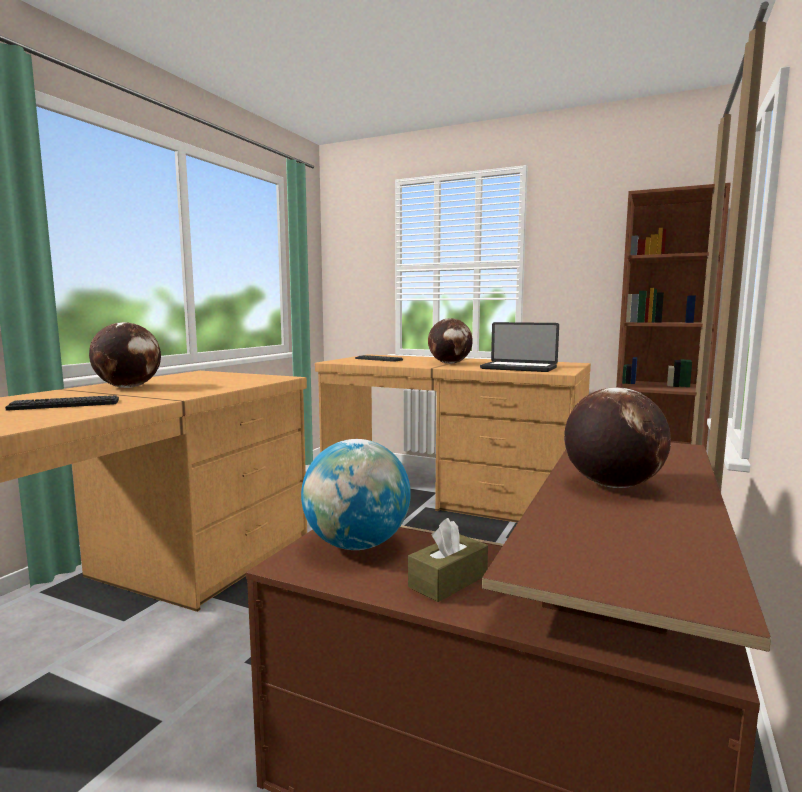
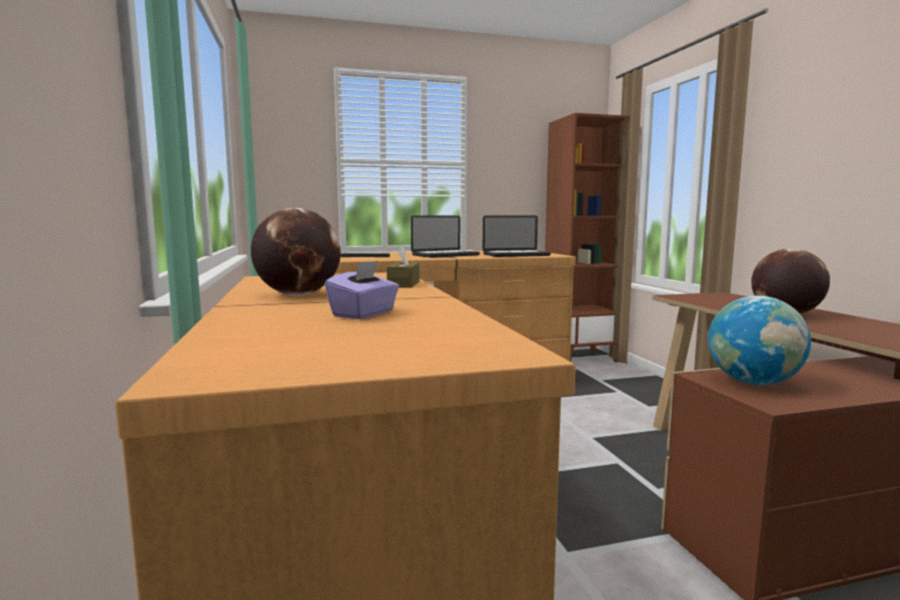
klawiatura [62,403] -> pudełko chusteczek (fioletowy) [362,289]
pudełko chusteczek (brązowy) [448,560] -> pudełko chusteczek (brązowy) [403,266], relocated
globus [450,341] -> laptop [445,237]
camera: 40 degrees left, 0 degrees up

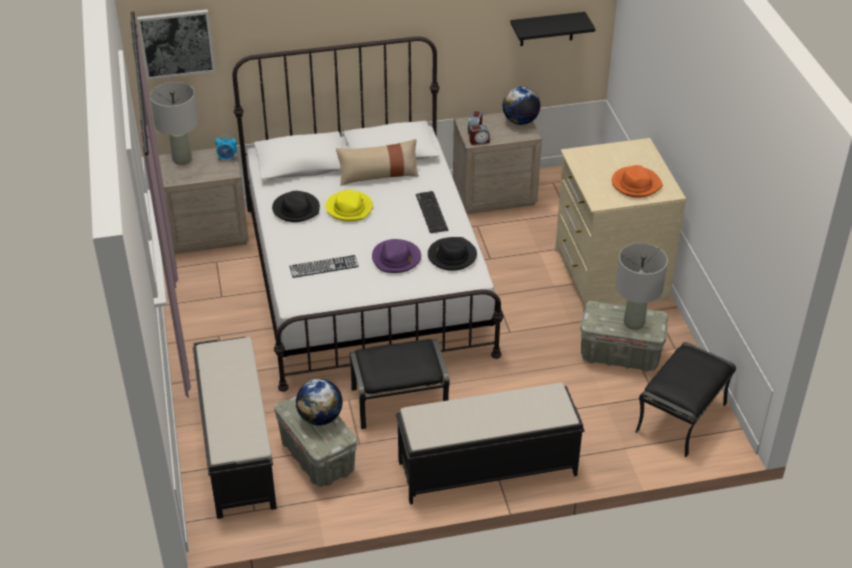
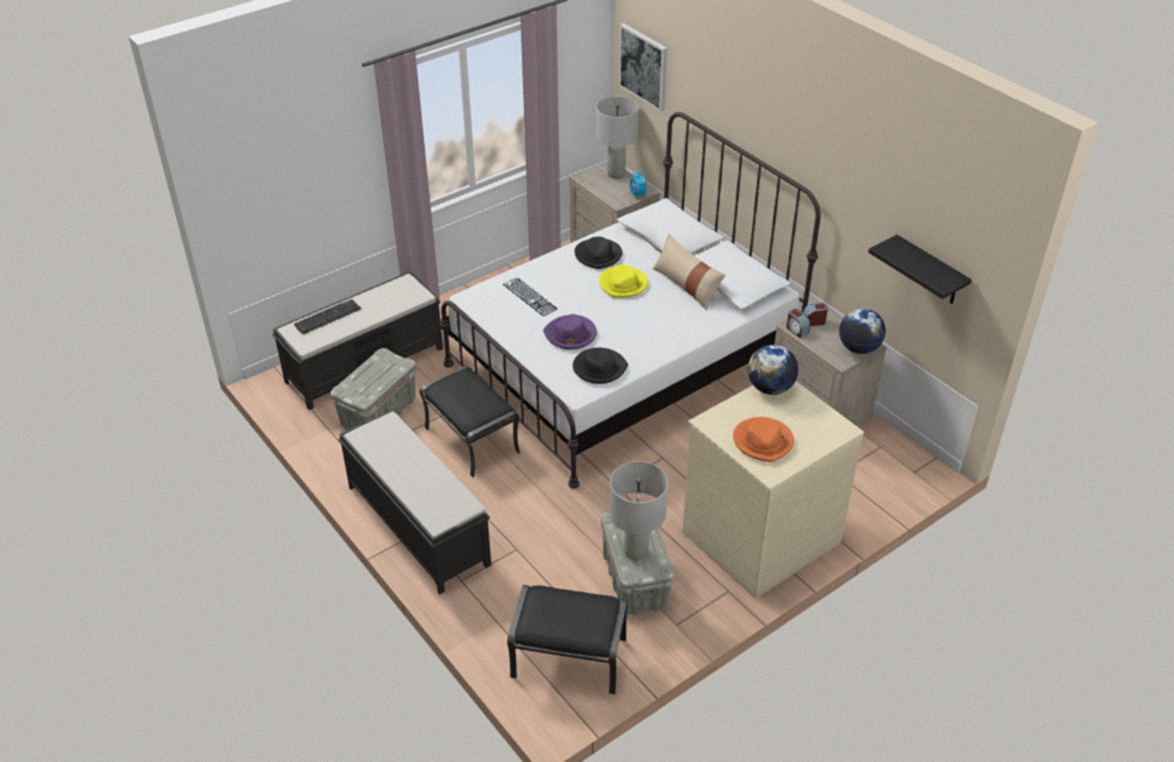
globus [319,402] -> globus [773,370], relocated
klawiatura [432,212] -> klawiatura [327,316], relocated
camera: 65 degrees right, 0 degrees up

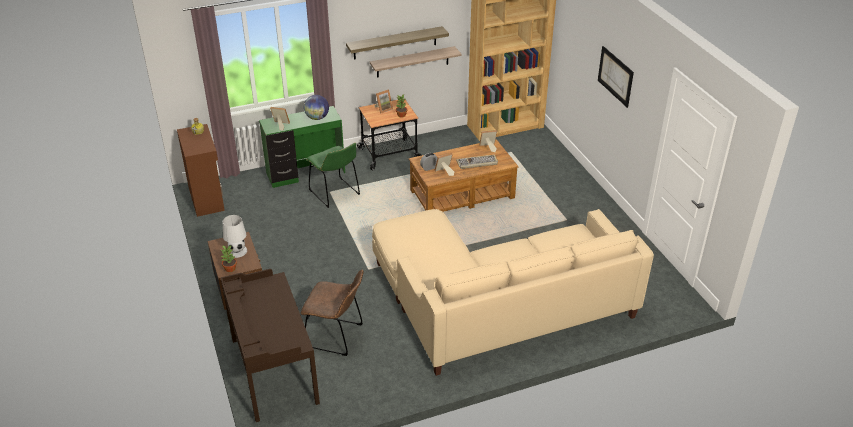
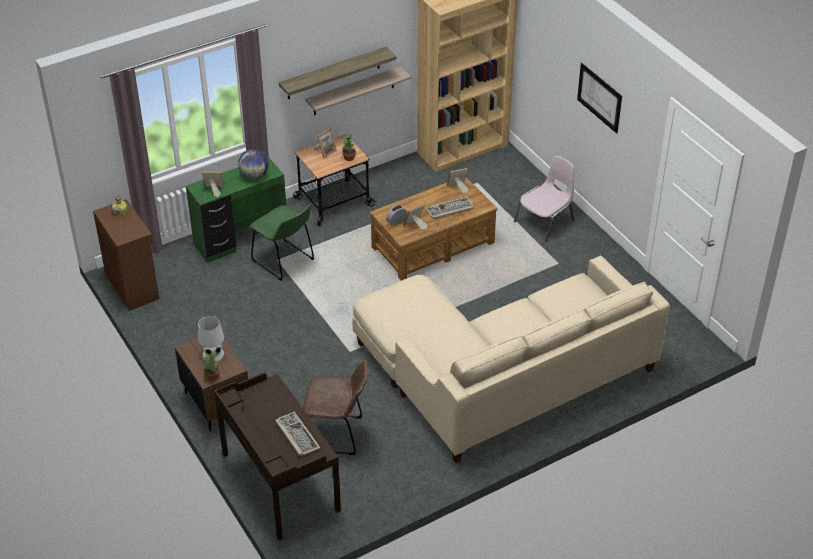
none -> klawiatura [297,434]
none -> krzesło (różowy) [544,199]
camera: 10 degrees left, 5 degrees up

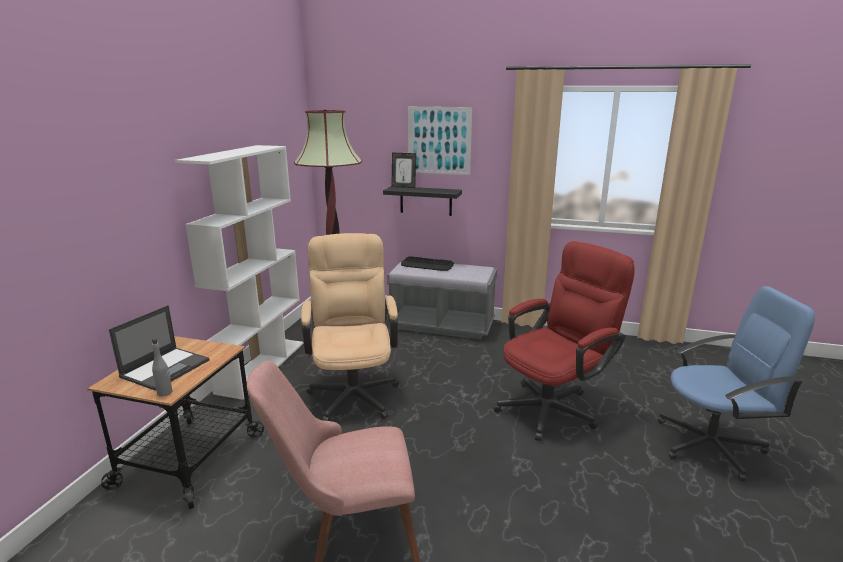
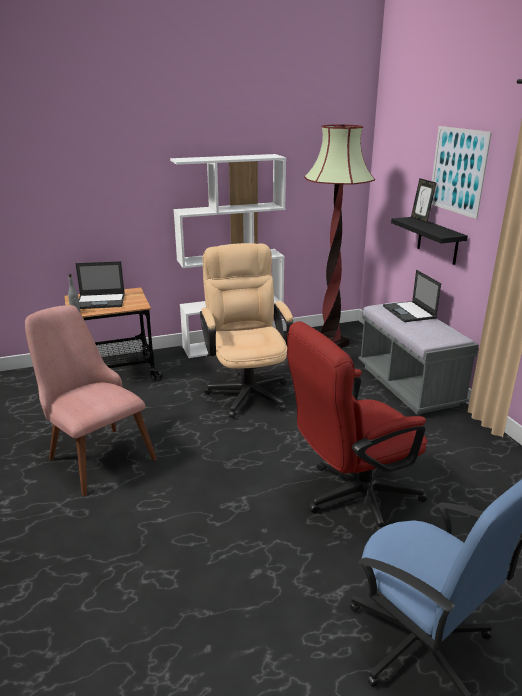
krzesło biurowe (beżowy) [350,327] -> krzesło biurowe (beżowy) [246,330], 60 degrees counterclockwise
klawiatura [427,263] -> laptop [412,296]
krzesło biurowe (czerwony) [564,341] -> krzesło biurowe (czerwony) [357,426], 135 degrees clockwise
camera: 55 degrees right, 5 degrees up

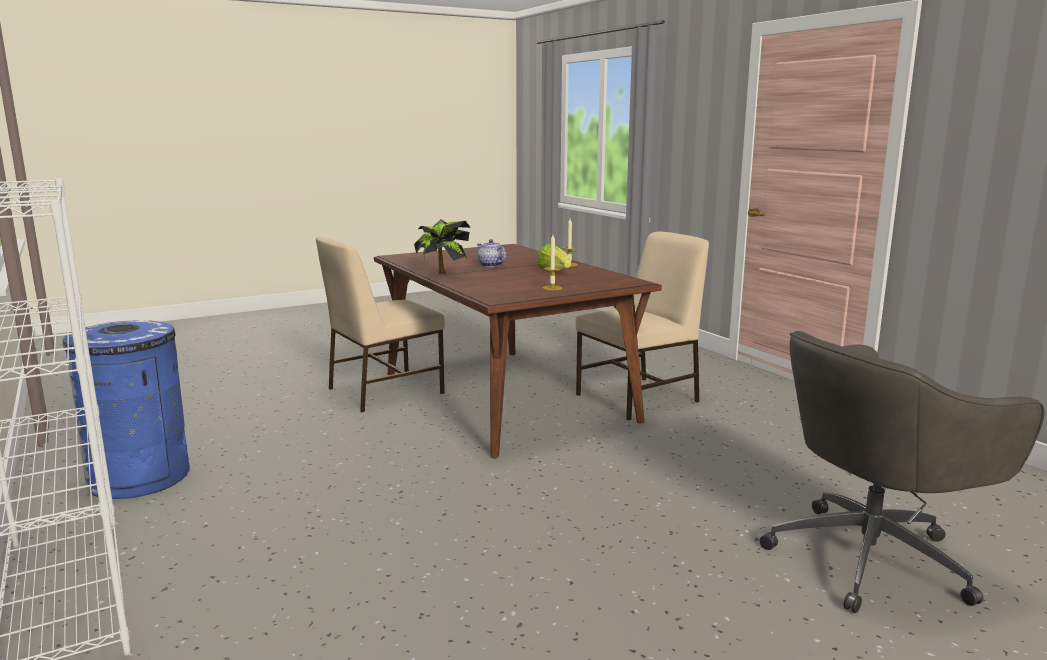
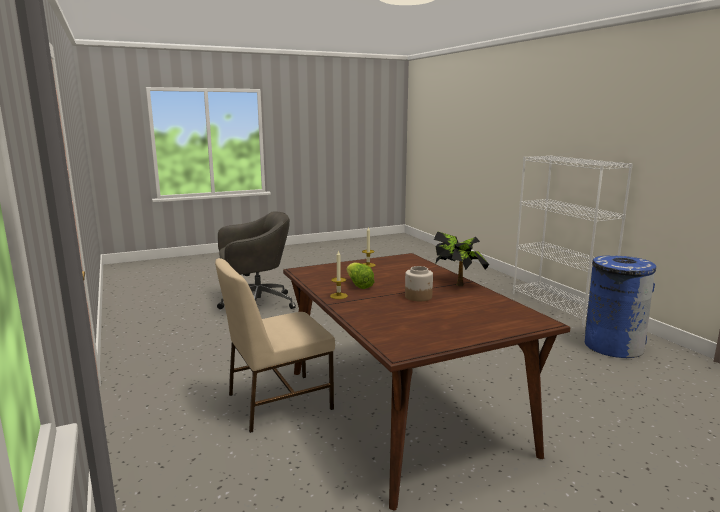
krzesło (beżowy) [380,324] -> none
imbryk [491,253] -> słoik [419,283]
camera: 175 degrees left, 0 degrees up

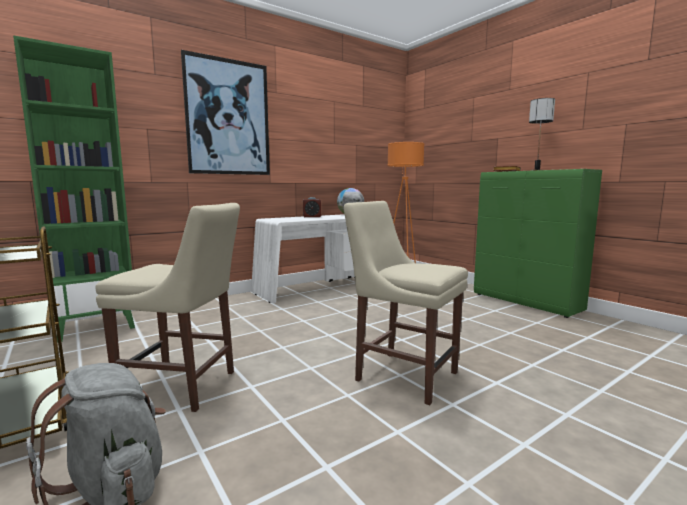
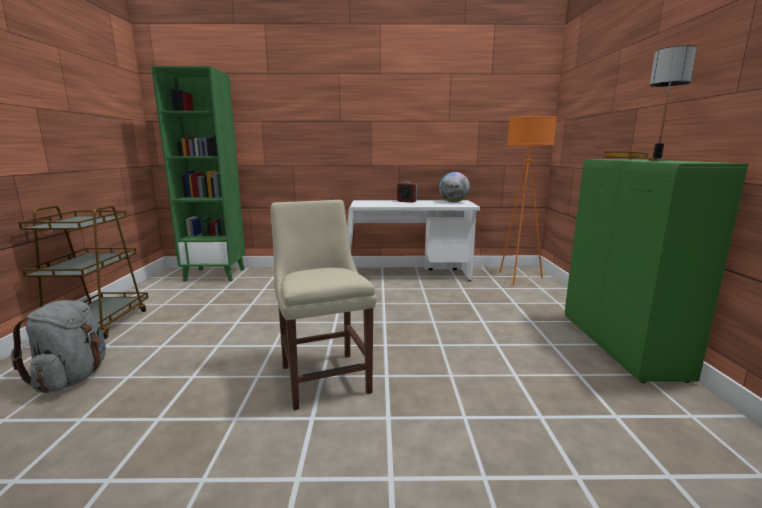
krzesło (beżowy) [168,307] -> none
obraz [225,112] -> none
camera: 35 degrees right, 5 degrees up

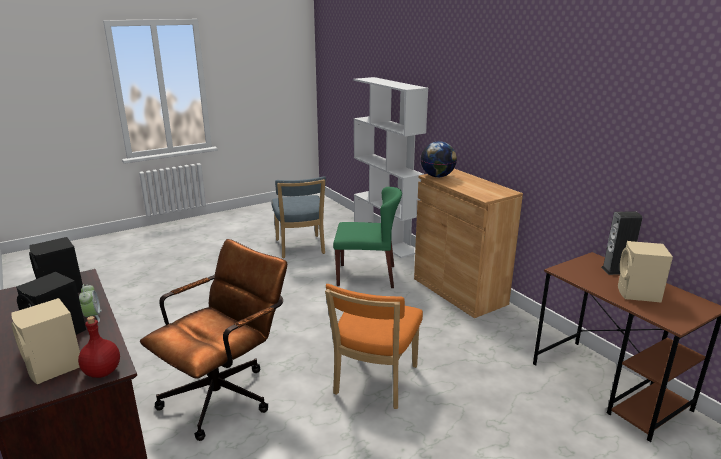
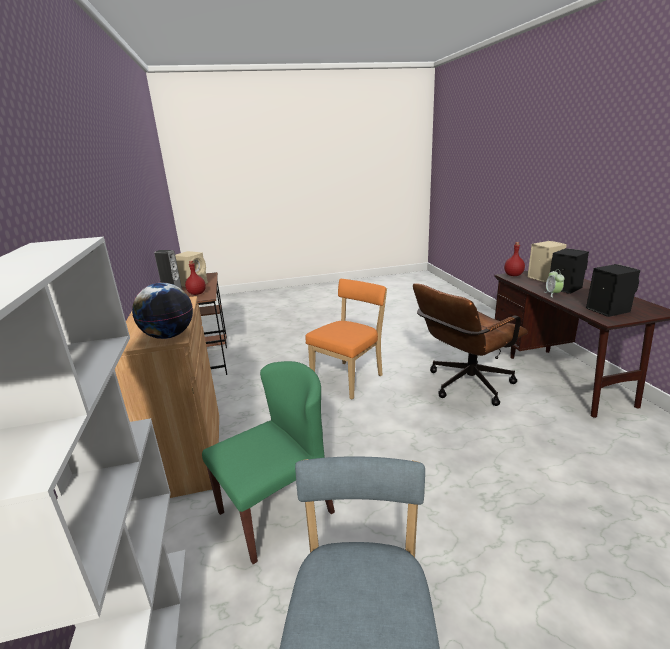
krzesło (zielony) [367,237] -> krzesło (zielony) [268,462], 120 degrees clockwise
none -> butelka (czerwony) [195,278]
camera: 160 degrees left, 0 degrees up

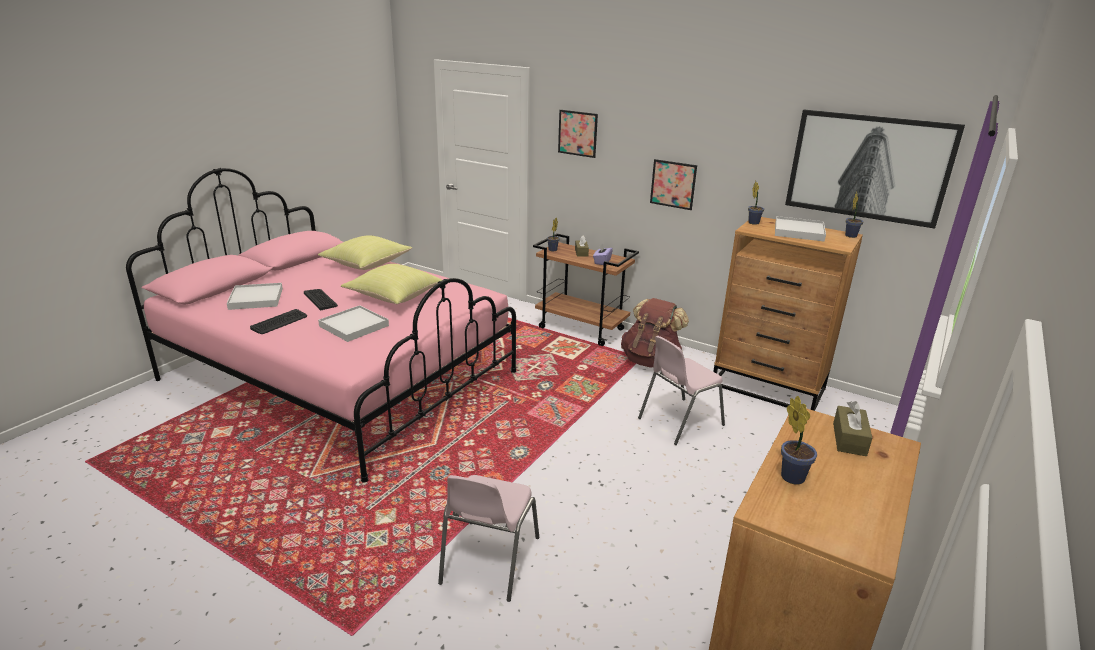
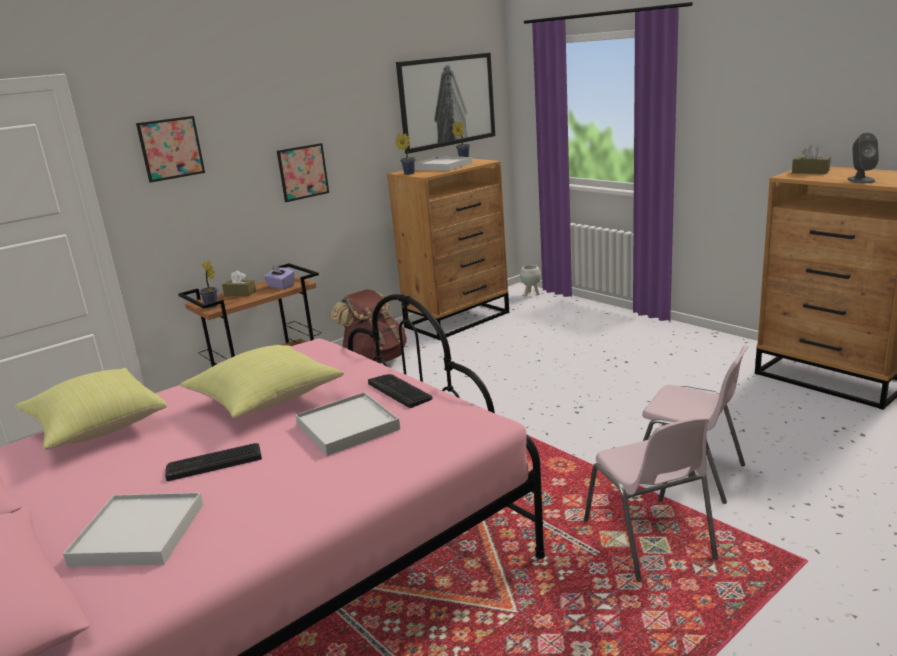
klawiatura [278,321] -> klawiatura [400,391], relocated
krzesło (różowy) [681,390] -> krzesło (różowy) [651,499], relocated
roślina doniczkowa [799,440] -> głośnik (szary) [863,158]
none -> donica (biały) [530,280]
camera: 70 degrees left, 5 degrees down

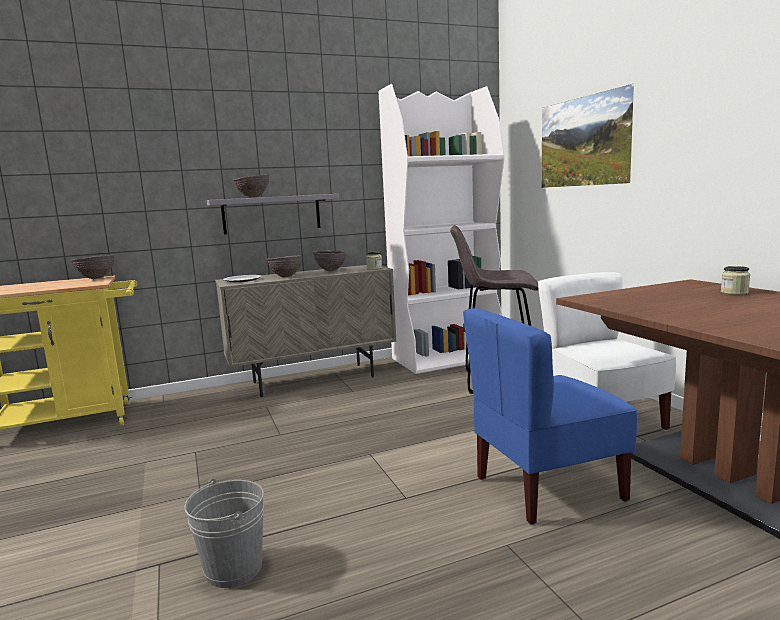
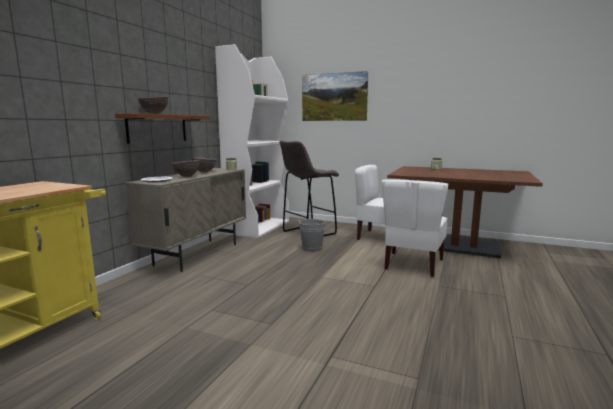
miska (brązowy) [92,267] -> none
wiadro (szary) [224,533] -> wiadro (szary) [312,235], relocated
półka (szary) [273,214] -> półka (brązowy) [162,128]
krzesło (niebieski) [550,416] -> krzesło (biały) [415,228]
camera: 45 degrees left, 0 degrees up

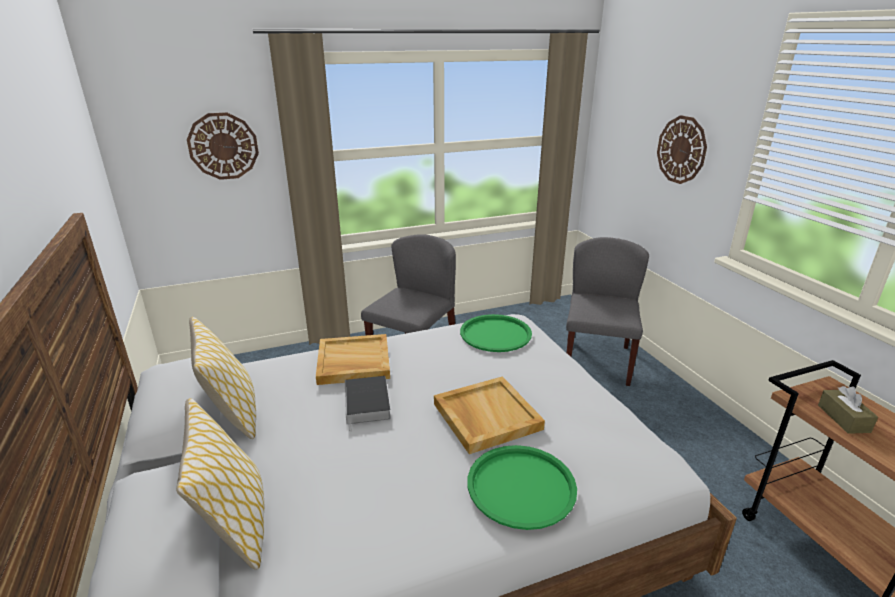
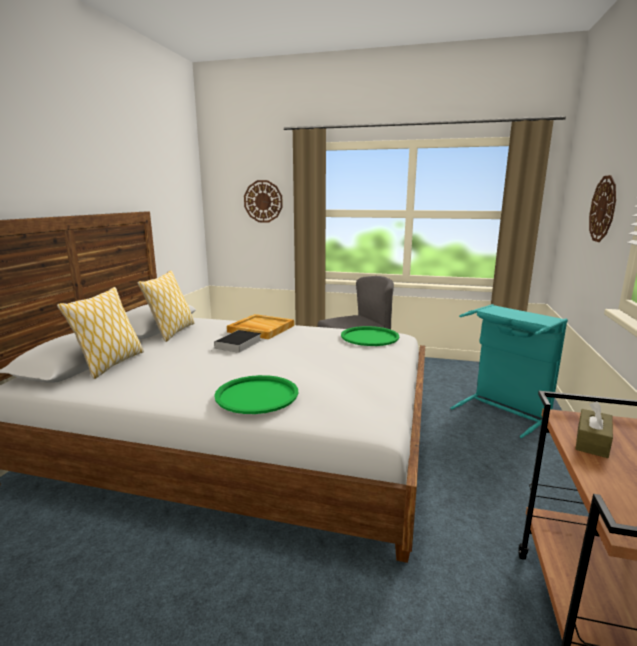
taca (beżowy) [489,415] -> none
krzesło (szary) [607,311] -> kosz na pranie (turkusowy) [509,371]
camera: 35 degrees right, 10 degrees down

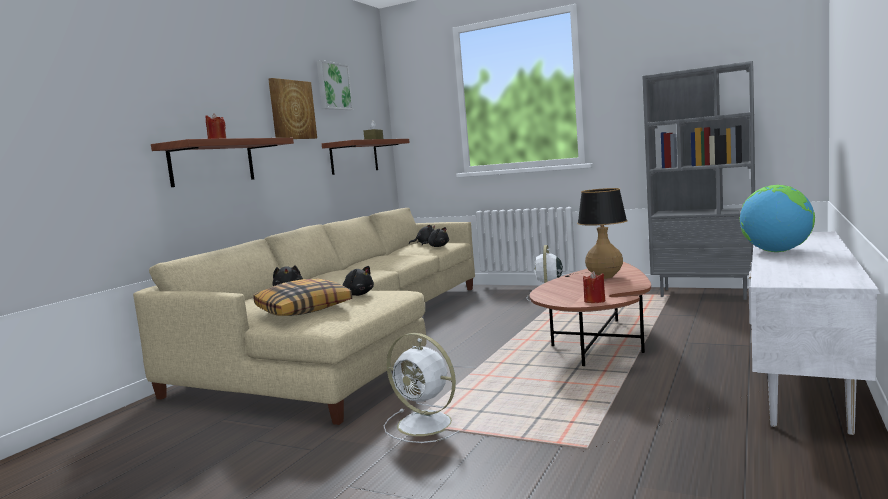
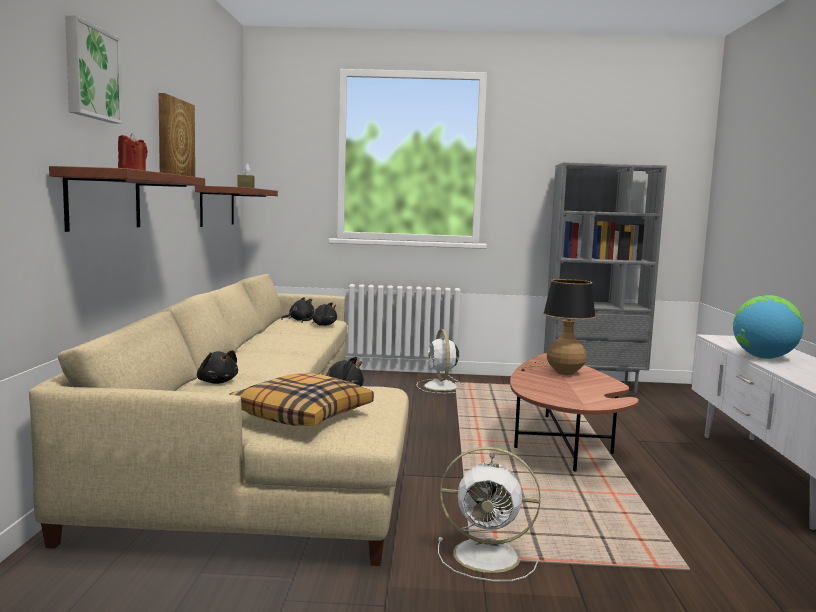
obraz [335,85] -> obraz [93,69], relocated
świeca (czerwony) [594,287] -> none
camera: 25 degrees left, 0 degrees up

